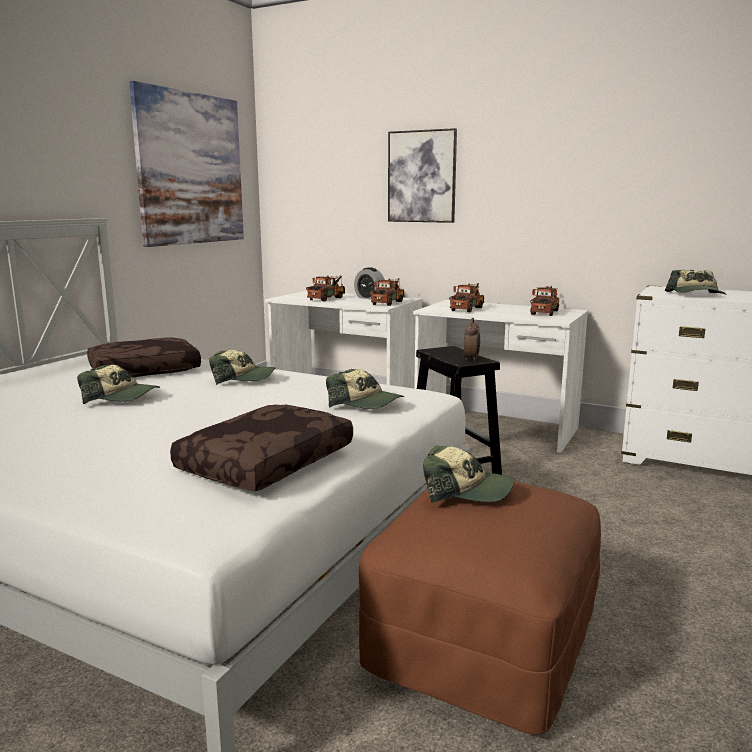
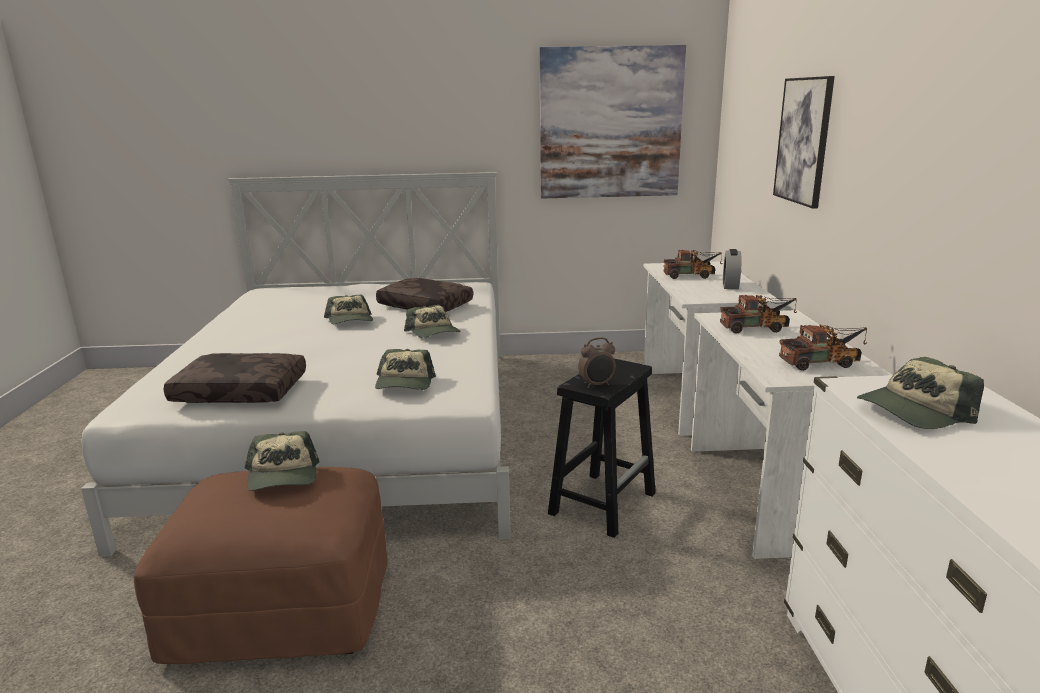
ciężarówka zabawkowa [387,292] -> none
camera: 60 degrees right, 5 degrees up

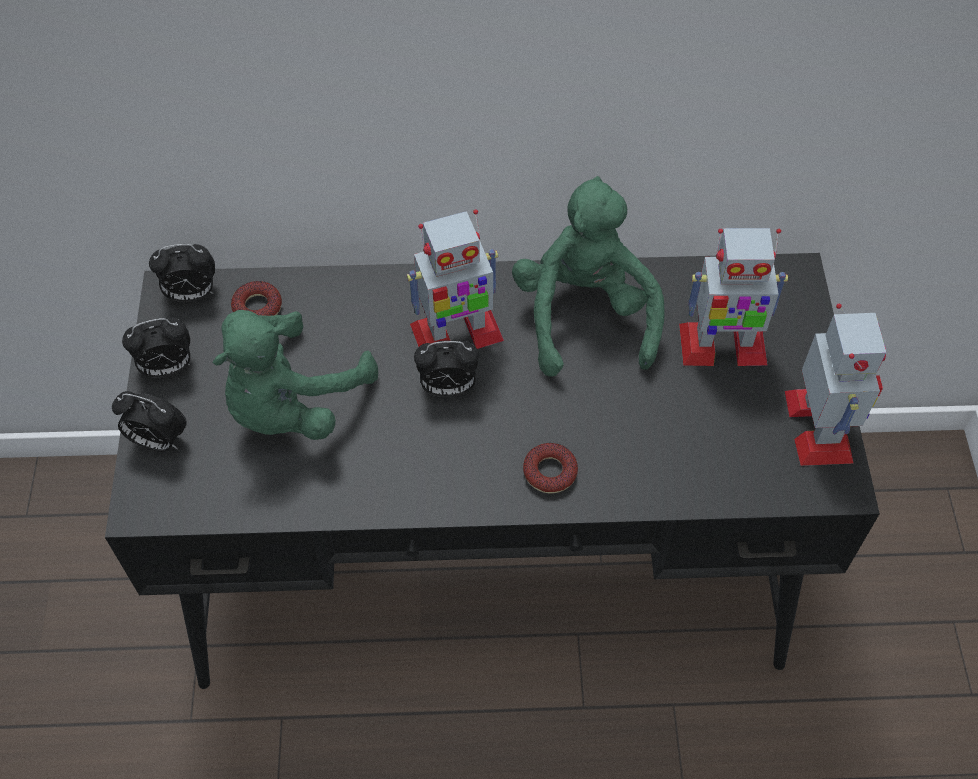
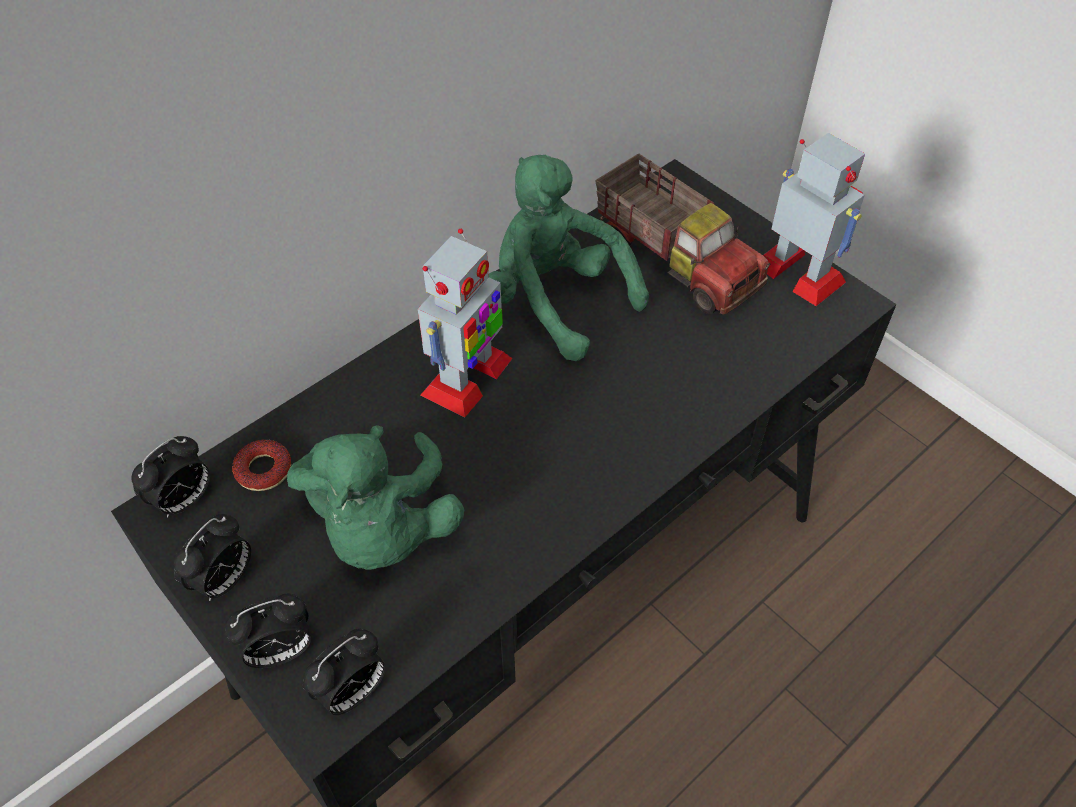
budzik [446,368] -> budzik [344,672], relocated
donut [550,468] -> none
robot zabawkowy [733,297] -> ciężarówka zabawkowa [683,234]
camera: 40 degrees left, 5 degrees down

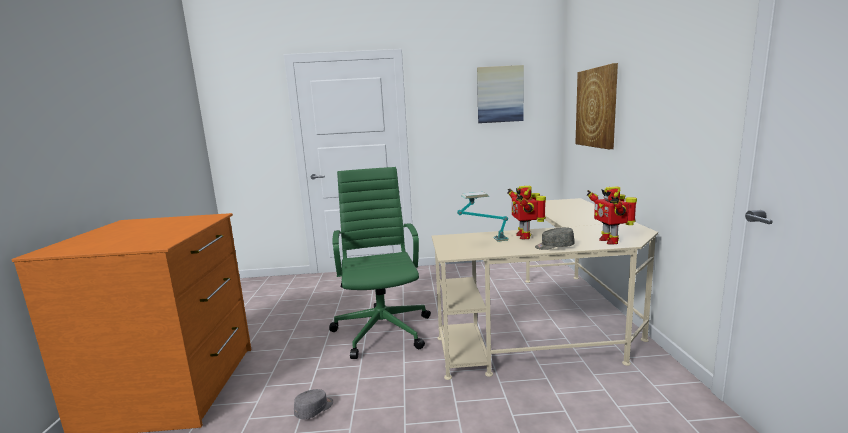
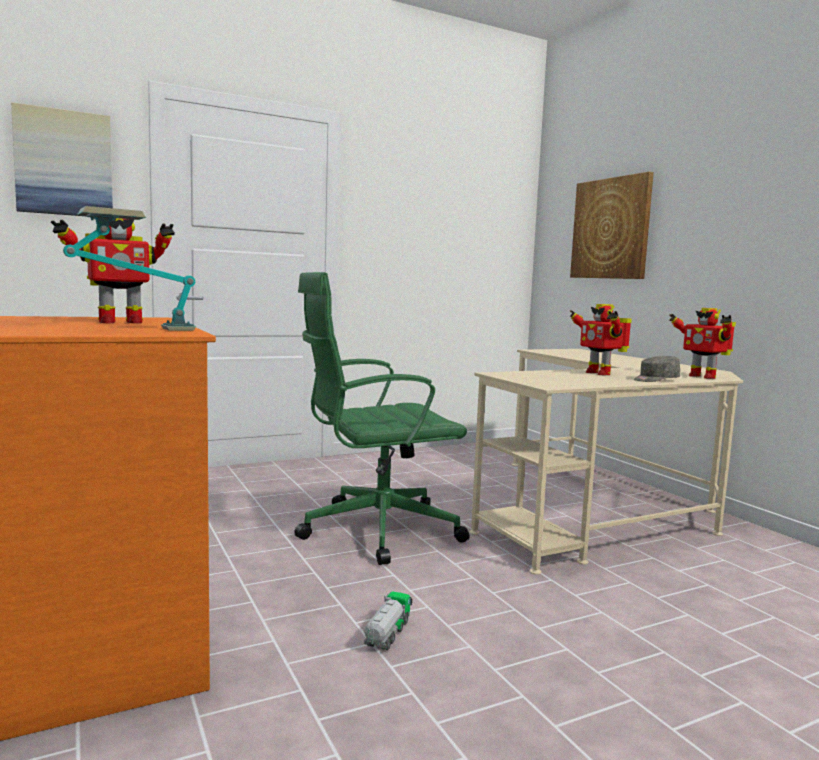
czapka z daszkiem (szary) [313,404] -> ciężarówka zabawkowa [388,620]
krzesło biurowe (zielony) [380,263] -> krzesło biurowe (zielony) [382,418], 75 degrees counterclockwise
lampa stołowa [483,217] -> lampa stołowa [129,268], relocated
obraz [500,94] -> obraz [62,159], relocated
none -> robot zabawkowy [113,270]
camera: 25 degrees left, 5 degrees down

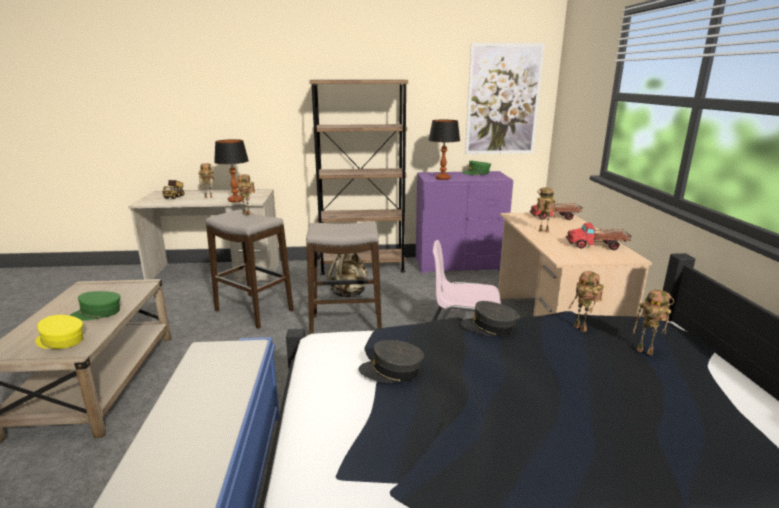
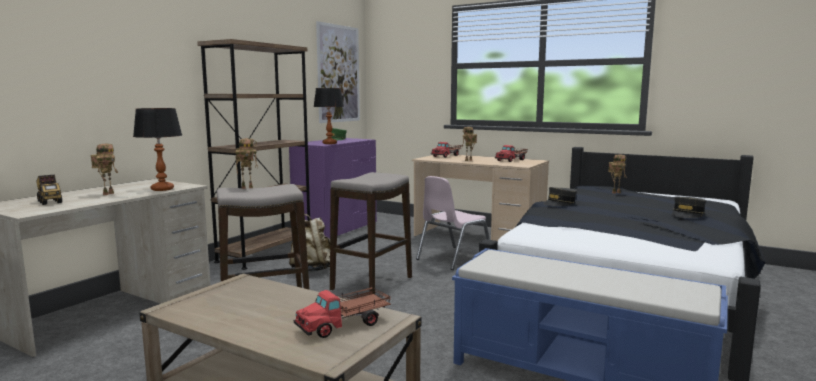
czapka z daszkiem (żółty) [59,332] -> ciężarówka zabawkowa [342,312]
czapka z daszkiem (zielony) [95,306] -> none
czapka z daszkiem (szary) [391,361] -> czapka z daszkiem (szary) [689,207], relocated
robot zabawkowy [586,301] -> none
camera: 55 degrees left, 10 degrees down

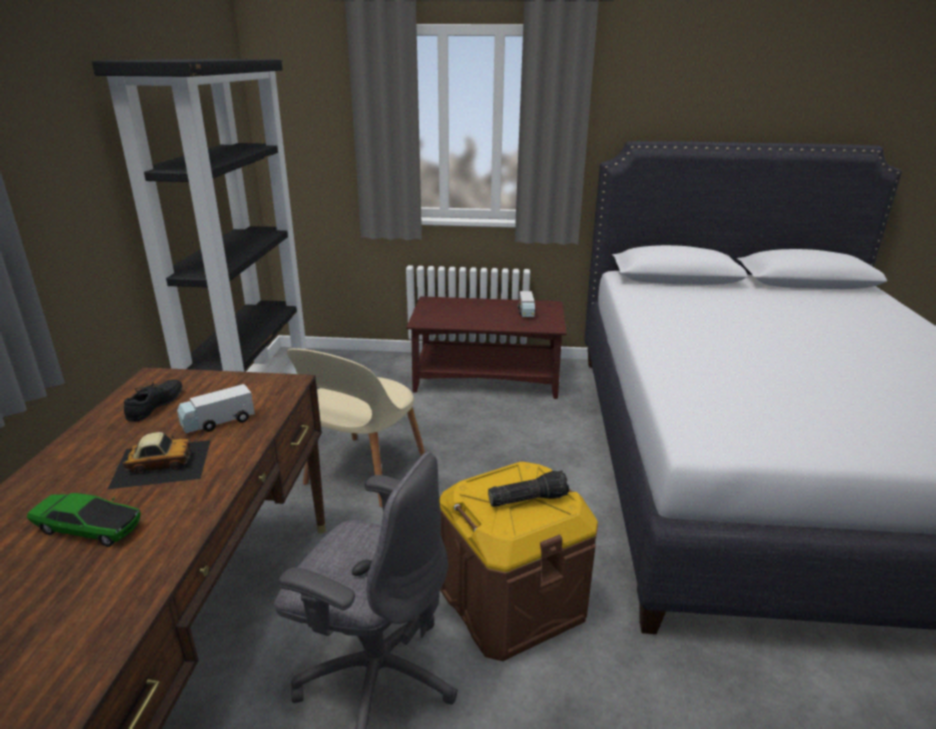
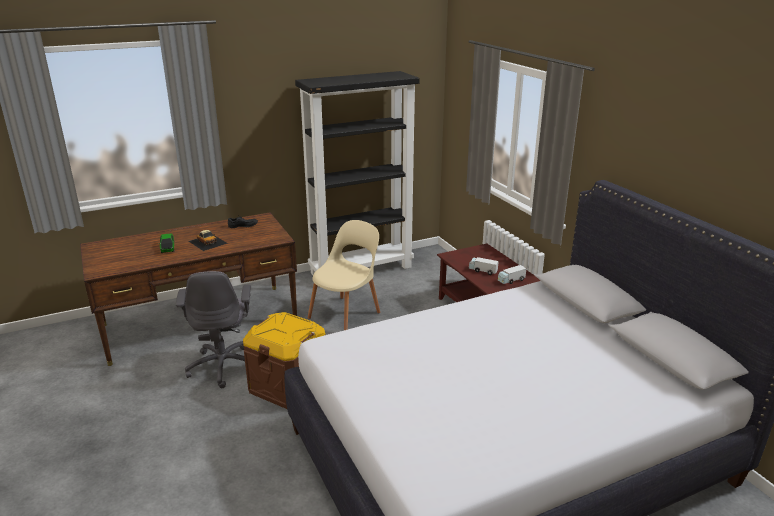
ciężarówka zabawkowa [216,408] -> ciężarówka zabawkowa [484,266], relocated
krzesło (beżowy) [356,427] -> krzesło (beżowy) [344,275], 135 degrees clockwise
latarka [528,489] -> none
camera: 60 degrees right, 0 degrees up

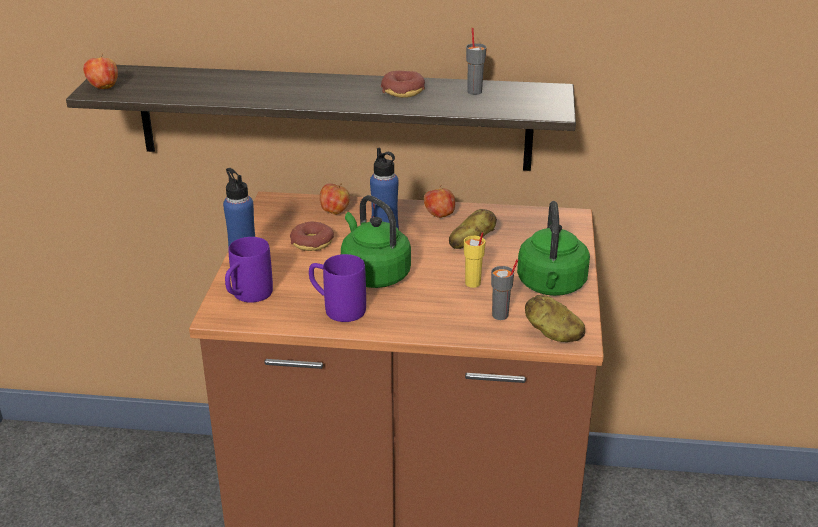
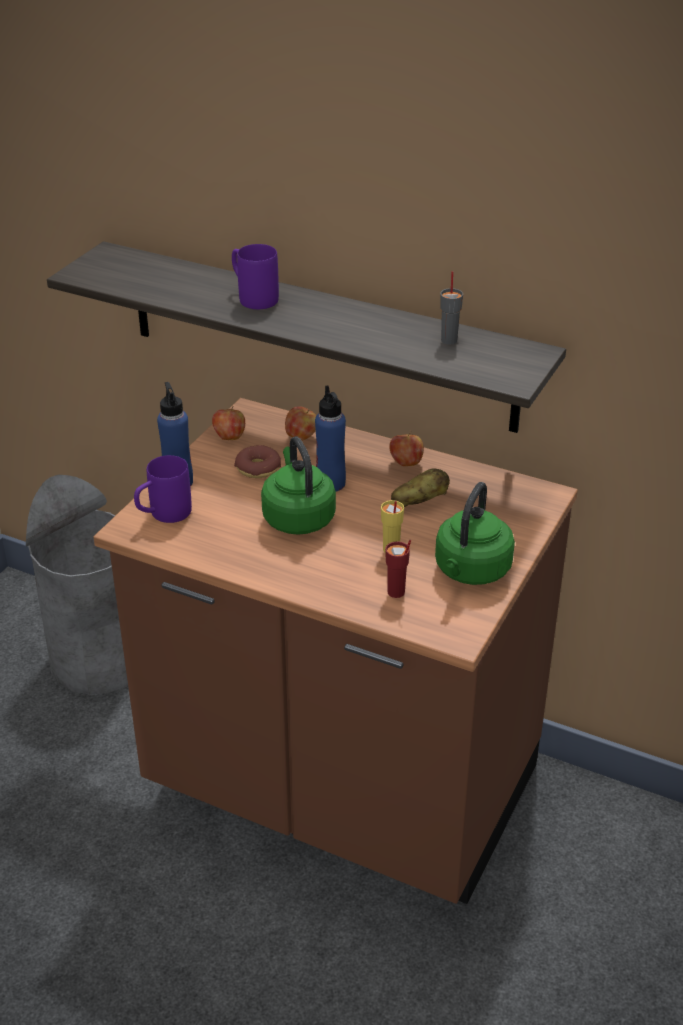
jabłko [100,71] -> jabłko [228,423], relocated
kubek (fioletowy) [337,288] -> kubek (fioletowy) [255,276], relocated
donut [403,84] -> none
filiżanka (szary) [504,289] -> filiżanka (czerwony) [398,569]
ziemniak [555,318] -> none
none -> kosz na śmieci (szary) [77,584]
camera: 20 degrees right, 5 degrees up

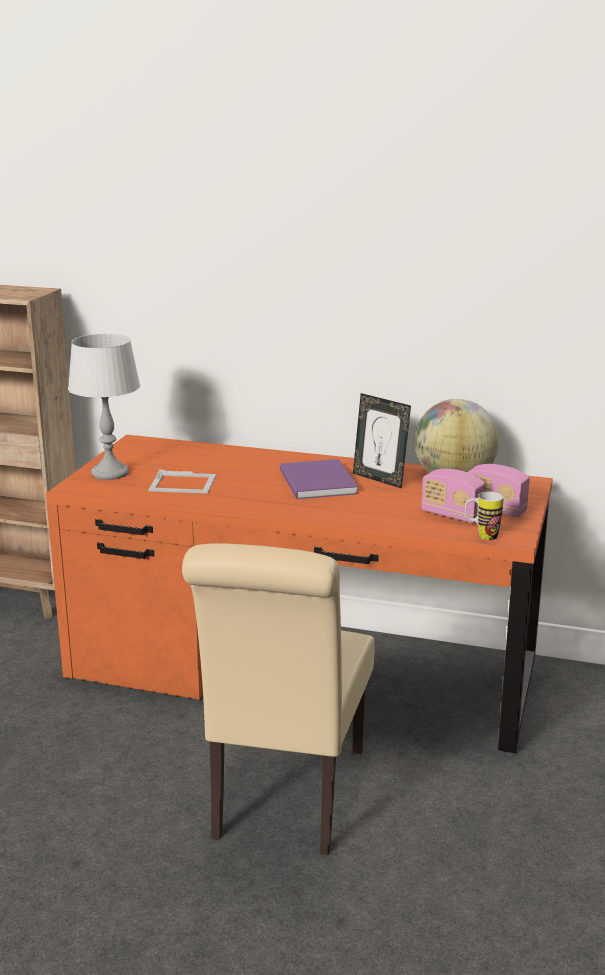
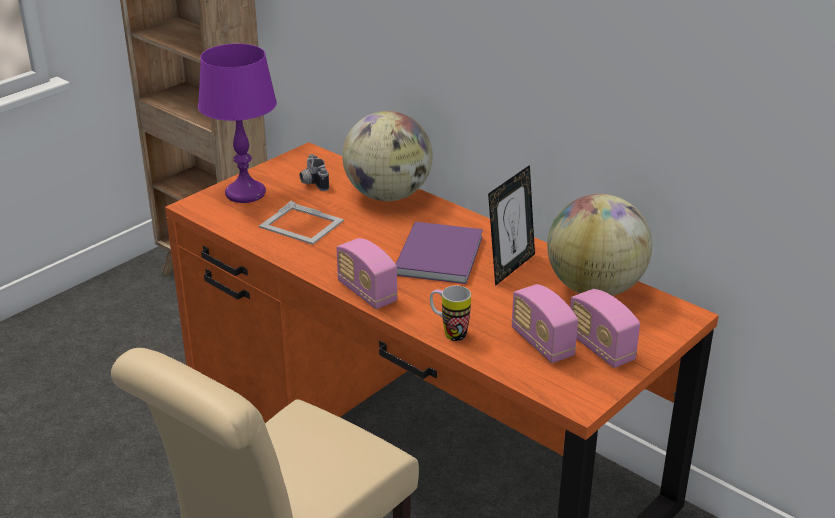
lampa stołowa (szary) [104,407] -> lampa stołowa (fioletowy) [237,123]
ramka na zdjęcie [382,441] -> ramka na zdjęcie [511,225], 120 degrees counterclockwise
kubek [484,516] -> kubek [450,313], relocated
none -> aparat fotograficzny [314,172]
none -> radio [367,273]
none -> globus [387,156]
camera: 25 degrees right, 10 degrees up

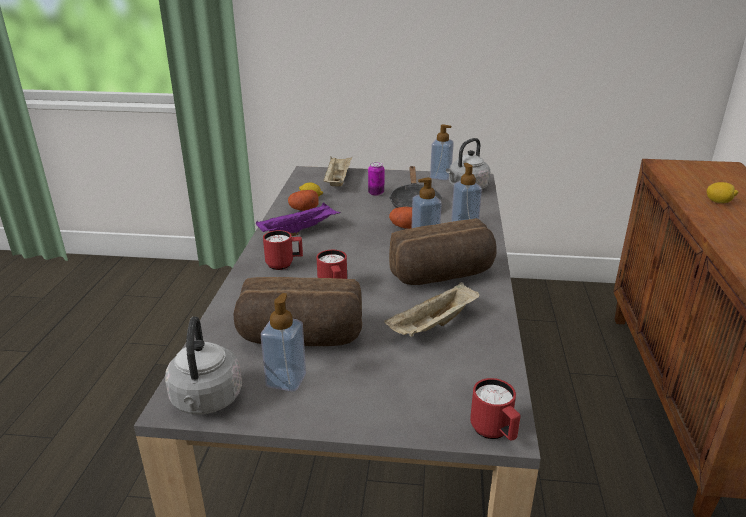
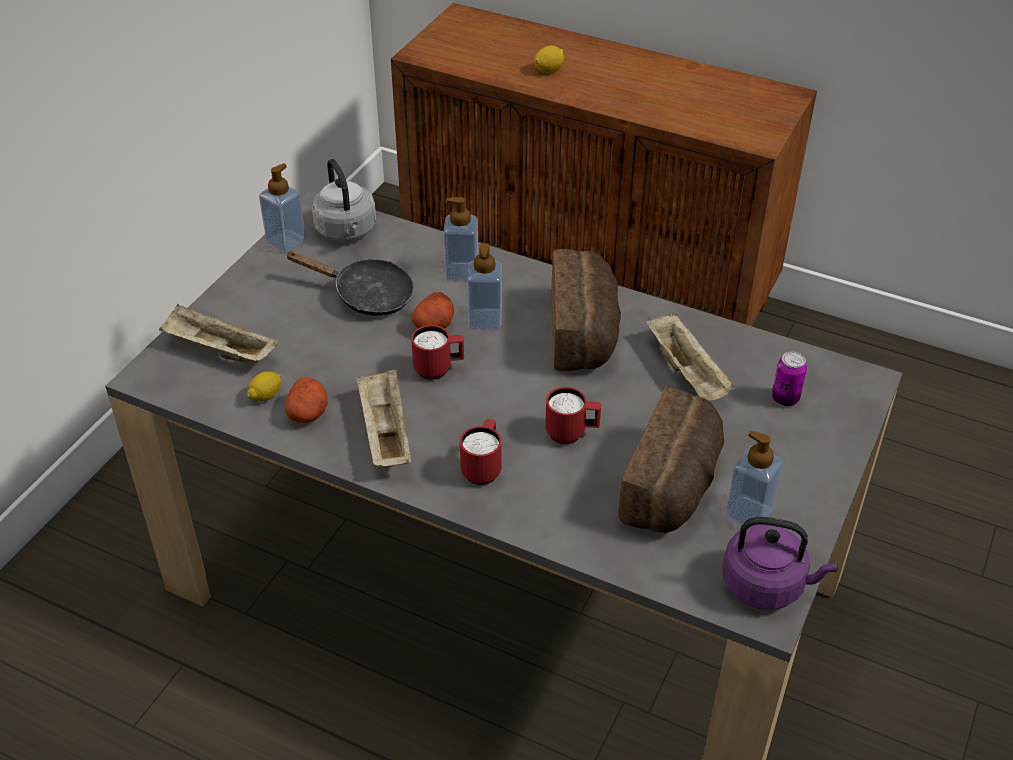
czajnik (szary) [203,365] -> czajnik (fioletowy) [780,563]
taca (fioletowy) [298,219] -> taca (beżowy) [383,417]
puszka [376,179] -> puszka [789,379], relocated
kubek (czerwony) [495,409] -> kubek (czerwony) [437,352], relocated
camera: 70 degrees left, 15 degrees up

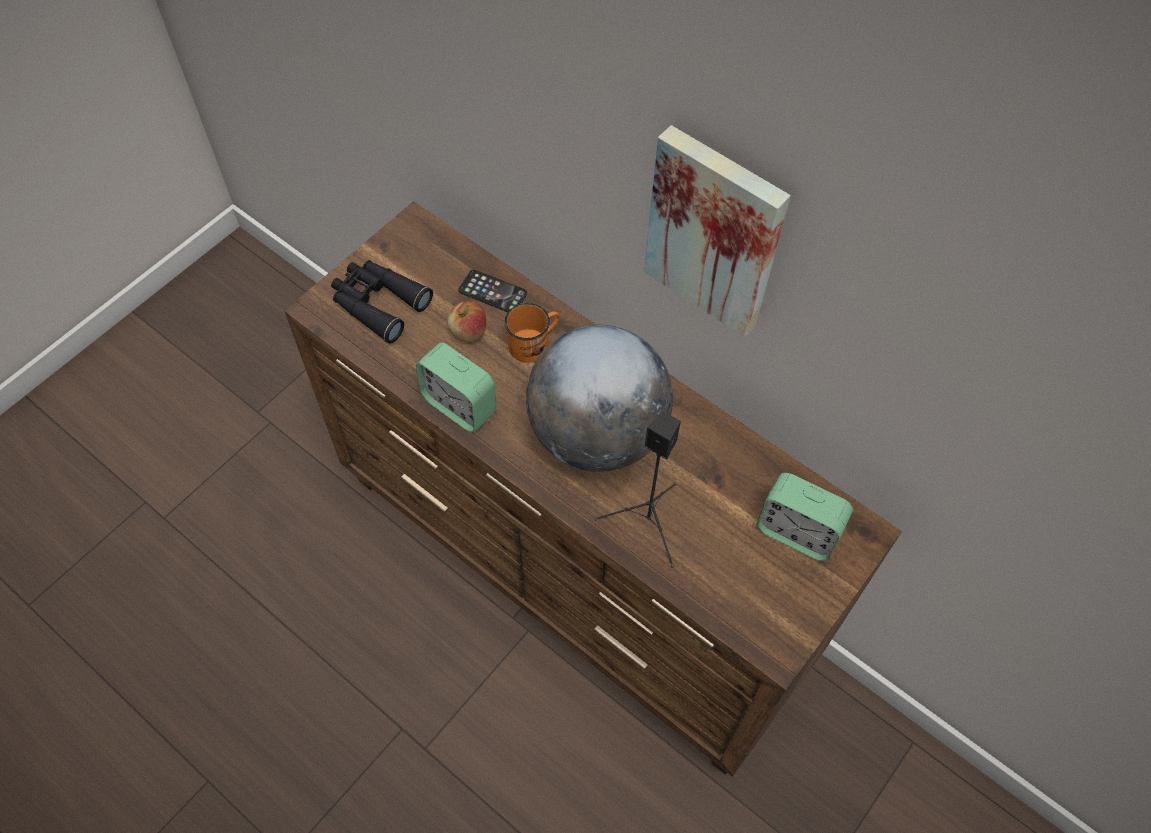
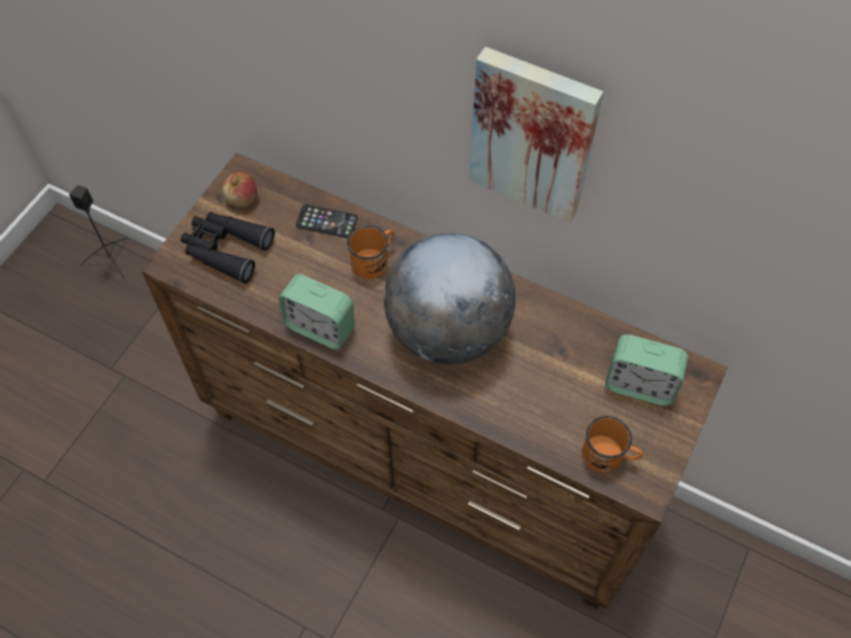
jabłko [467,321] -> jabłko [240,189], relocated
głośnik (czarny) [638,489] -> głośnik (czarny) [98,233], relocated
none -> kubek (pomarańczowy) [612,444]
camera: 10 degrees left, 0 degrees up

